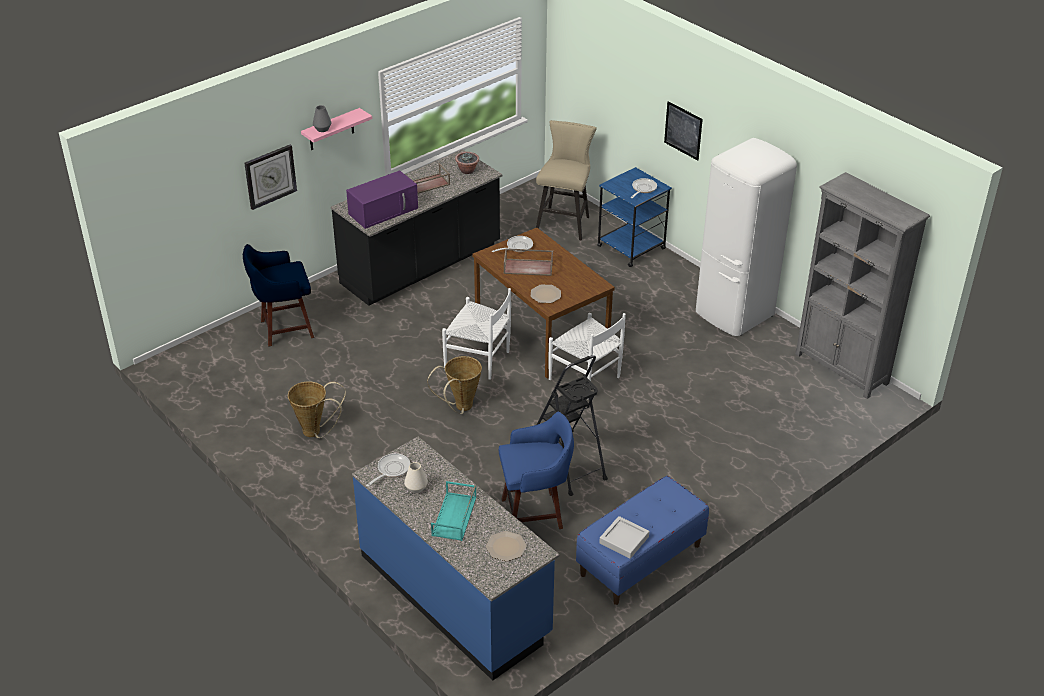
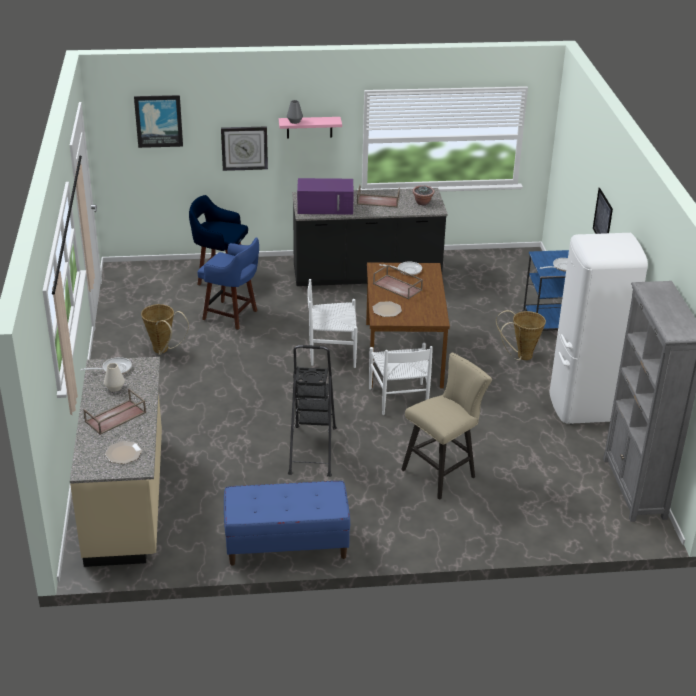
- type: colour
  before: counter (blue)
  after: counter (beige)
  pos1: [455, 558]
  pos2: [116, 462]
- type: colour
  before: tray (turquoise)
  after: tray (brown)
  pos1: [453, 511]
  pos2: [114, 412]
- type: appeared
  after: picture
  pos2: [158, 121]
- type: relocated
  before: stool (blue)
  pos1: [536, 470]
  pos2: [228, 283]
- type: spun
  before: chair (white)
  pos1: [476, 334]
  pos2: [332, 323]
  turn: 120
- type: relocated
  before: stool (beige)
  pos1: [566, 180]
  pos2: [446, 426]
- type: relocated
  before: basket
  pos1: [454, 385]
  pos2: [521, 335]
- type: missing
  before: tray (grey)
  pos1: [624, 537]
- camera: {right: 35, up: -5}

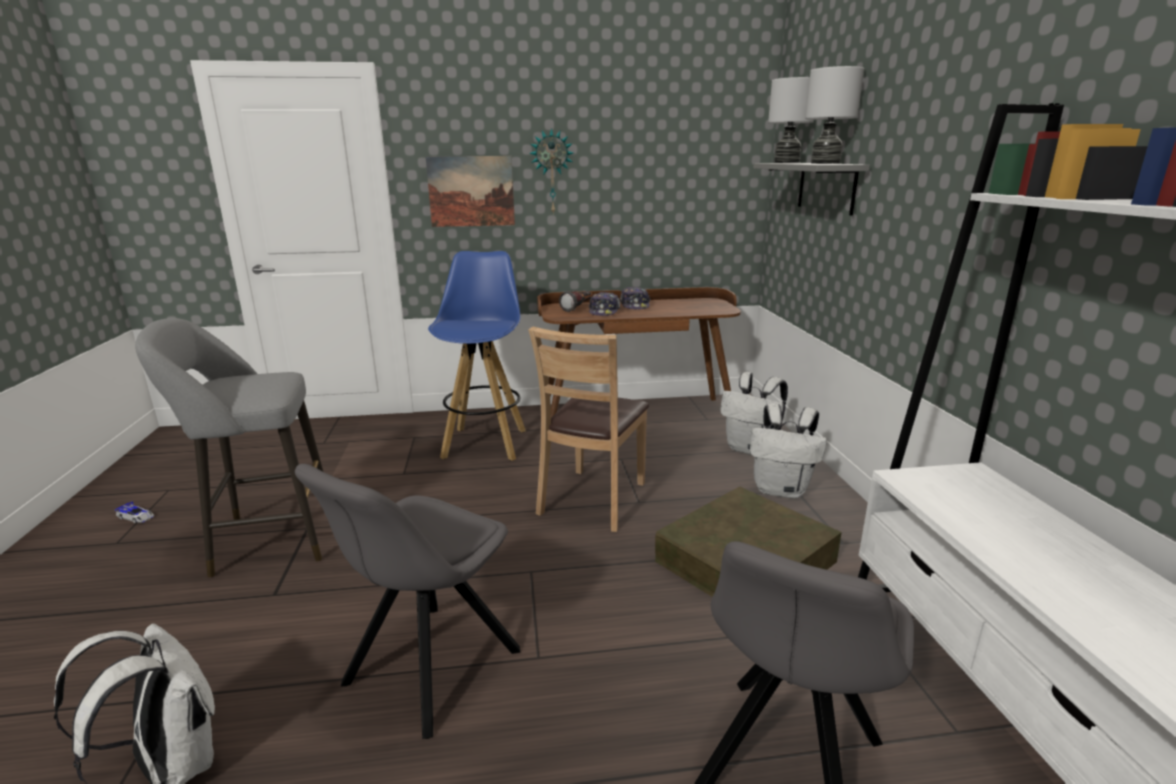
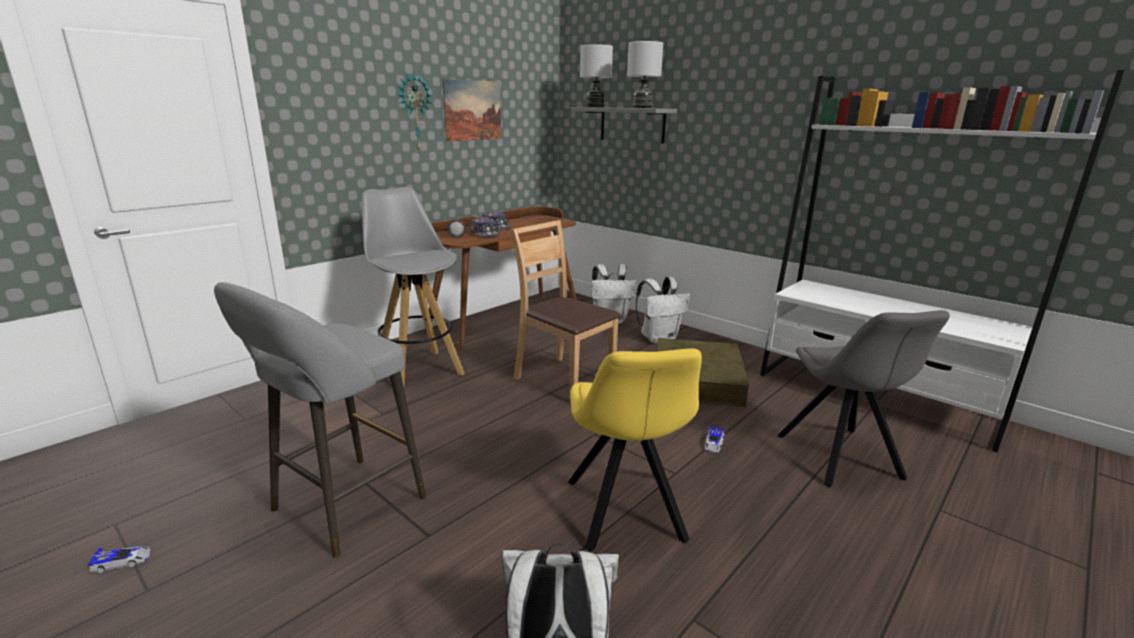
- type: colour
  before: stool (blue)
  after: stool (grey)
  pos1: [477, 356]
  pos2: [413, 286]
- type: relocated
  before: picture
  pos1: [470, 191]
  pos2: [471, 110]
- type: spun
  before: chair (brown)
  pos1: [588, 429]
  pos2: [565, 311]
  turn: 150
- type: colour
  before: chair (grey)
  after: chair (yellow)
  pos1: [407, 601]
  pos2: [635, 450]
- type: appeared
  after: toy car
  pos2: [714, 440]
- camera: {right: -40, up: 0}

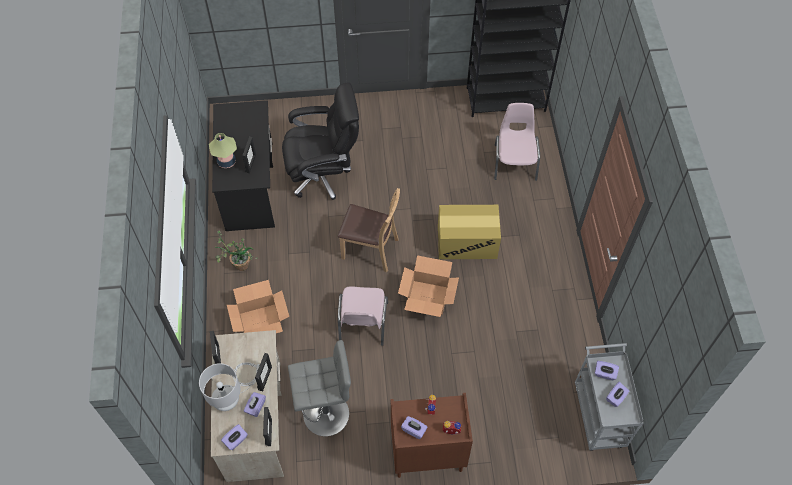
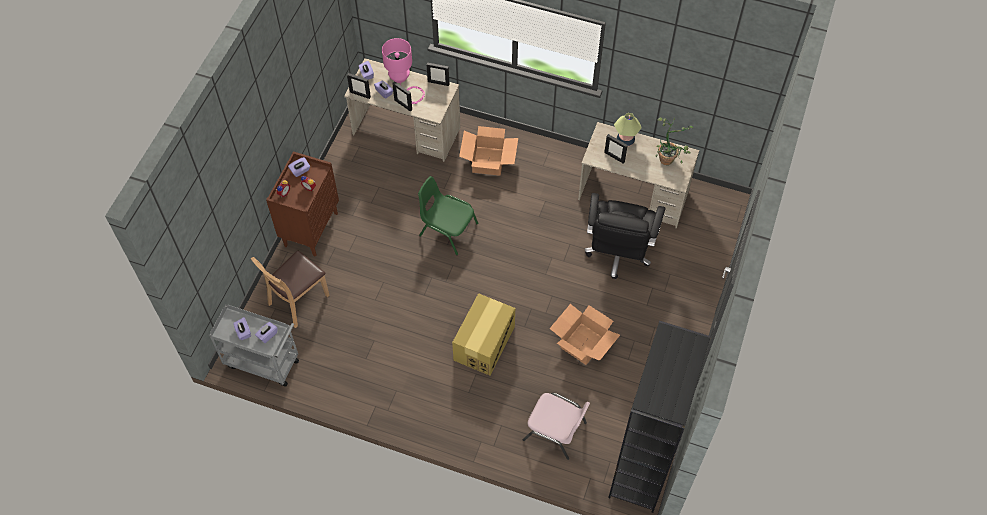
- type: relocated
  before: chair (brown)
  pos1: [369, 230]
  pos2: [290, 289]
- type: colour
  before: table lamp (white)
  after: table lamp (pink)
  pos1: [229, 387]
  pos2: [403, 71]
- type: colour
  before: chair (pink)
  after: chair (green)
  pos1: [363, 316]
  pos2: [448, 215]
- type: relocated
  before: cardboard box
  pos1: [428, 286]
  pos2: [585, 334]
- type: colour
  before: desk (black)
  after: desk (beige)
  pos1: [243, 165]
  pos2: [638, 175]
- type: relocated
  before: potted plant
  pos1: [237, 251]
  pos2: [674, 141]
- type: missing
  before: stool (grey)
  pos1: [319, 388]
- camera: {right: 115, up: 0}

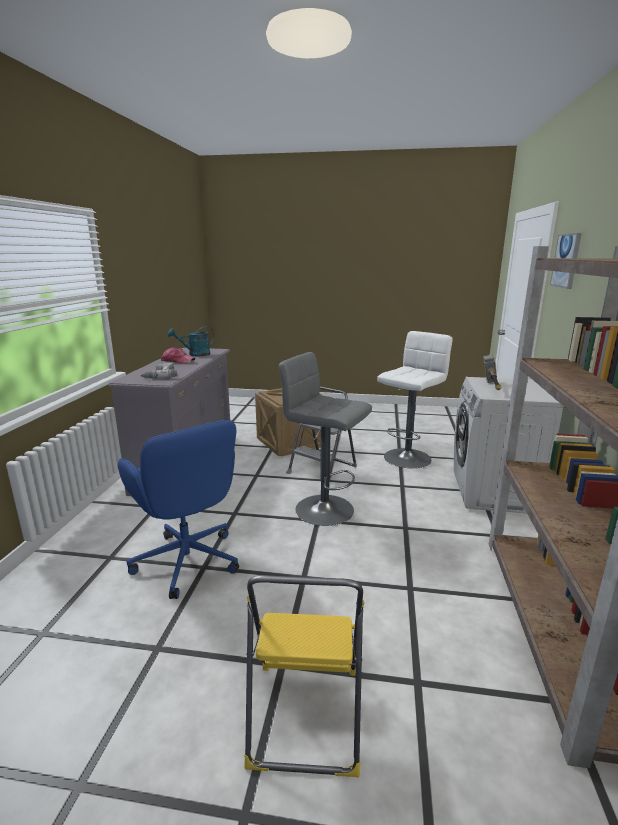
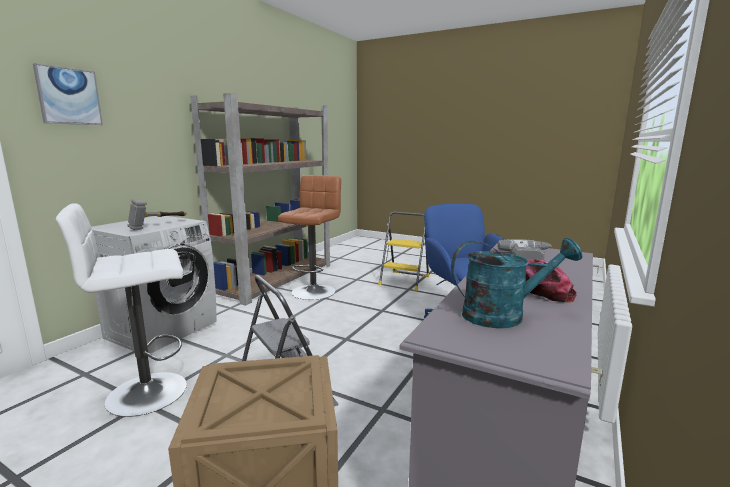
- type: appeared
  after: stool (brown)
  pos2: [309, 237]
- type: missing
  before: stool (grey)
  pos1: [325, 439]
- camera: {right: -160, up: -5}

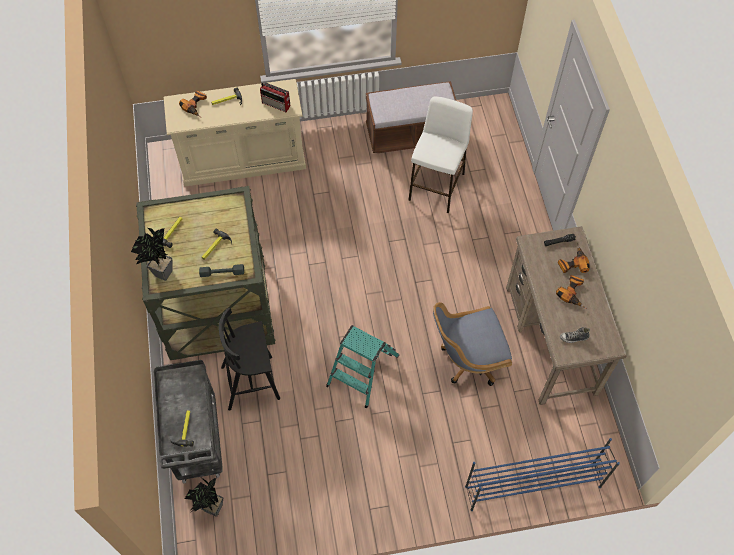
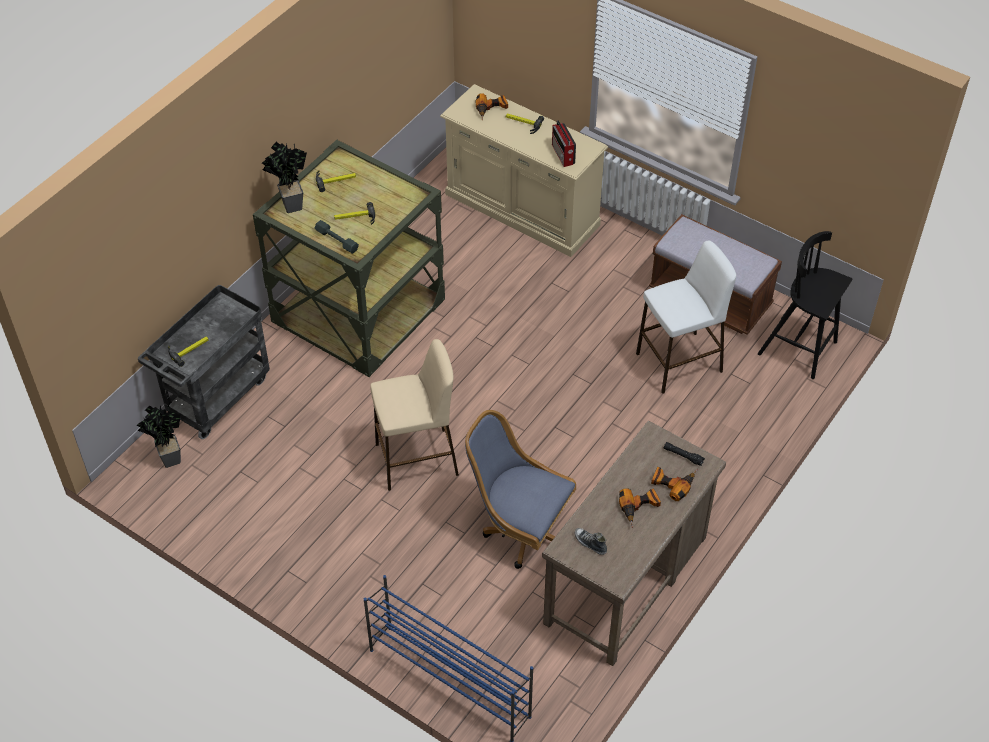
- type: exchanged
  before: step ladder (turquoise)
  after: stool (beige)
  pos1: [363, 366]
  pos2: [414, 415]
- type: relocated
  before: stool (black)
  pos1: [249, 359]
  pos2: [805, 305]
- camera: {right: 45, up: -10}

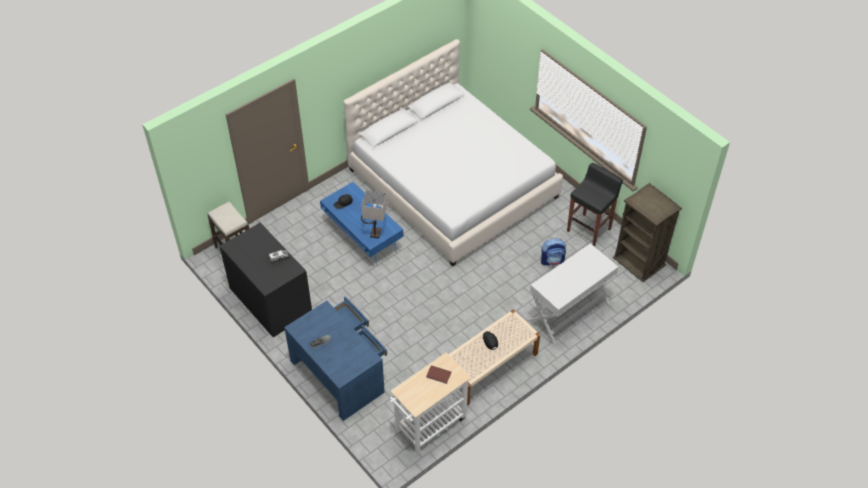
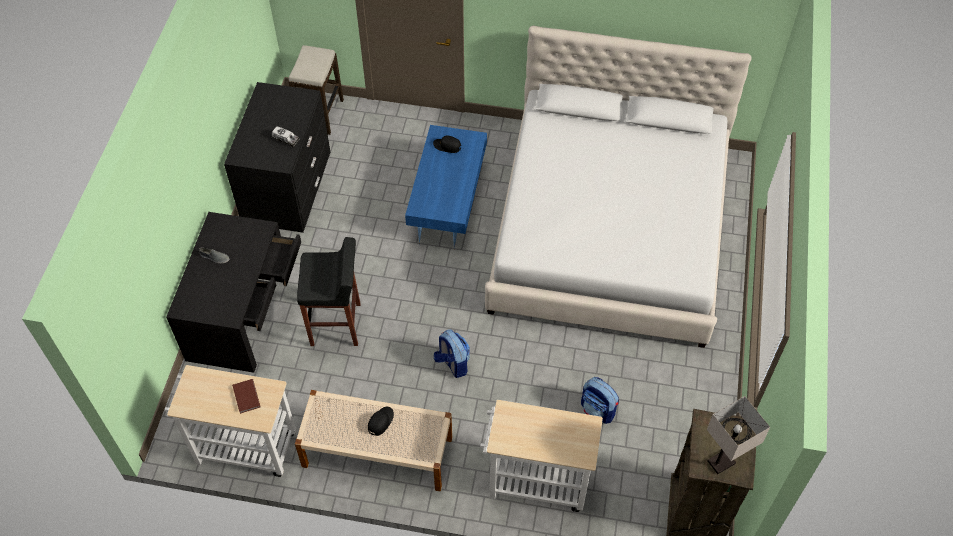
- type: colour
  before: desk (blue)
  after: desk (black)
  pos1: [335, 358]
  pos2: [233, 292]
- type: relocated
  before: stool (black)
  pos1: [595, 205]
  pos2: [329, 291]
- type: appeared
  after: backpack
  pos2: [452, 353]
- type: exchanged
  before: console table (white)
  after: cart (white)
  pos1: [573, 293]
  pos2: [541, 456]
- type: relocated
  before: table lamp
  pos1: [374, 214]
  pos2: [738, 435]
- camera: {right: 50, up: 5}

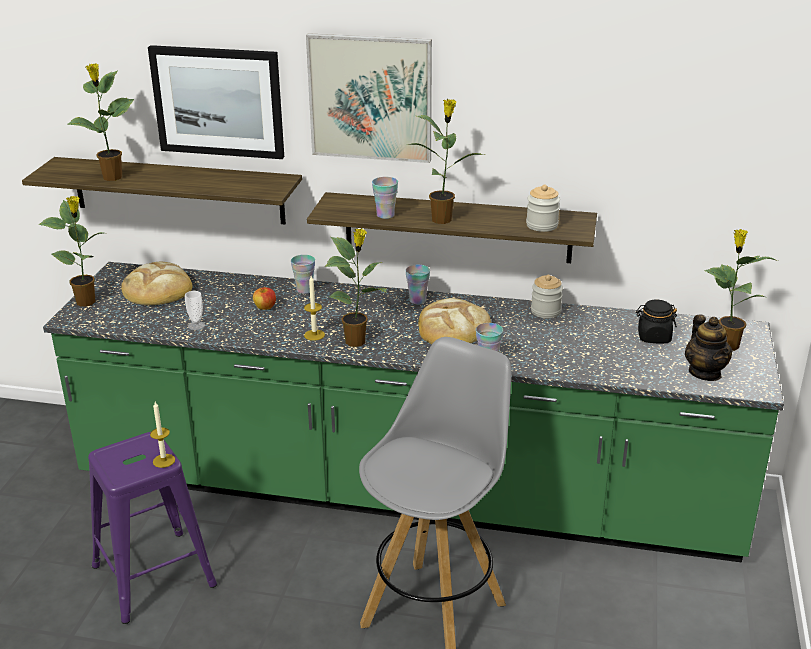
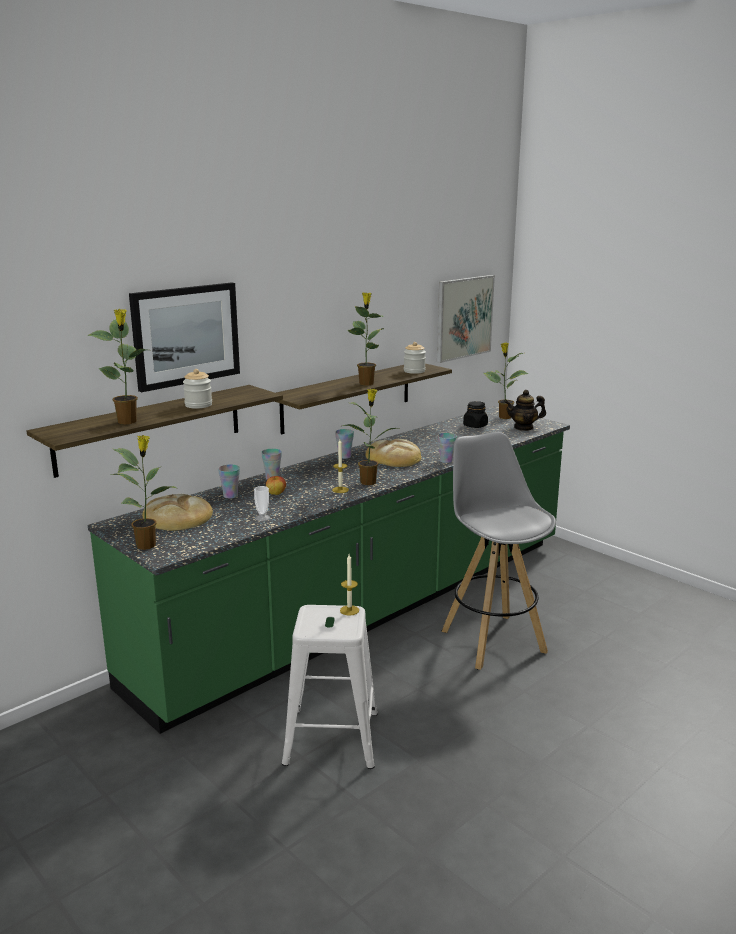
- type: relocated
  before: jar
  pos1: [547, 296]
  pos2: [197, 389]
- type: relocated
  before: cup
  pos1: [385, 198]
  pos2: [229, 481]
- type: colour
  before: stool (purple)
  after: stool (white)
  pos1: [152, 528]
  pos2: [330, 687]
- type: relocated
  before: picture
  pos1: [369, 98]
  pos2: [466, 319]
- type: spun
  before: teapot
  pos1: [709, 348]
  pos2: [525, 410]
  turn: 150
- camera: {right: -55, up: -10}

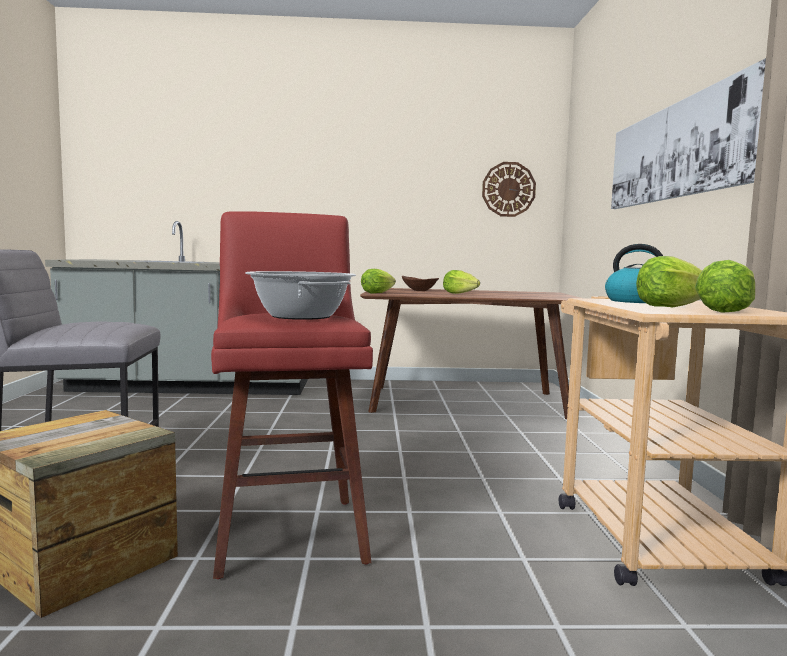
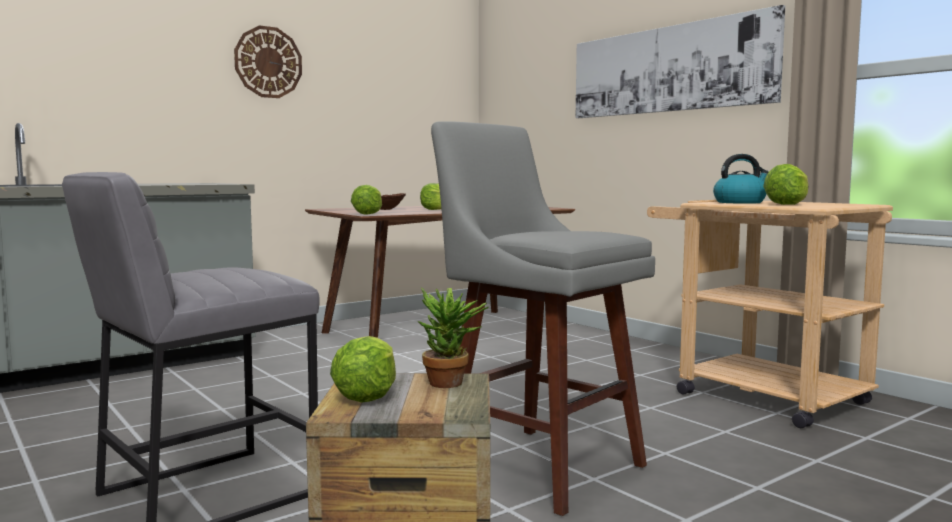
- type: relocated
  before: wall clock
  pos1: [509, 189]
  pos2: [268, 61]
- type: relocated
  before: lettuce
  pos1: [725, 286]
  pos2: [363, 369]
- type: appeared
  after: potted plant
  pos2: [453, 338]
- type: colour
  before: stool (red)
  after: stool (grey)
  pos1: [292, 395]
  pos2: [543, 318]
- type: missing
  before: cooking pot
  pos1: [300, 295]
- camera: {right: -35, up: 0}

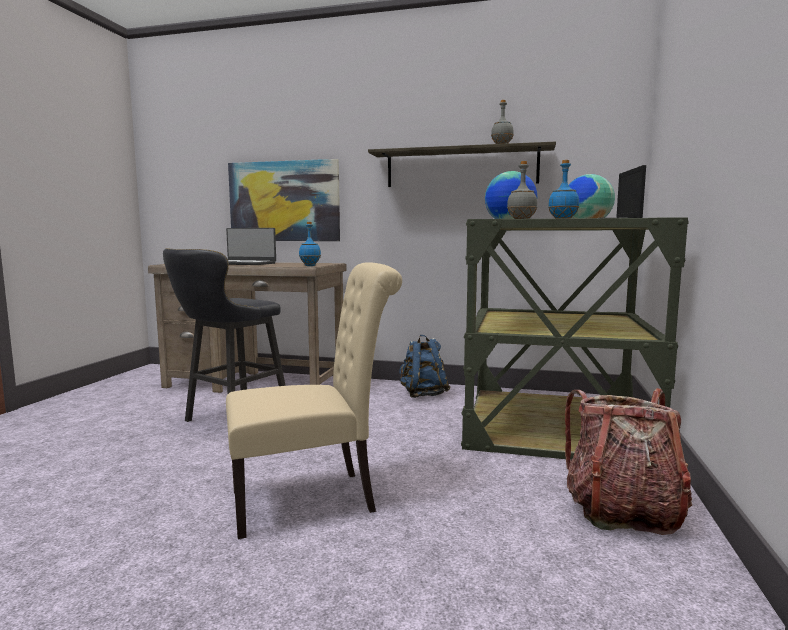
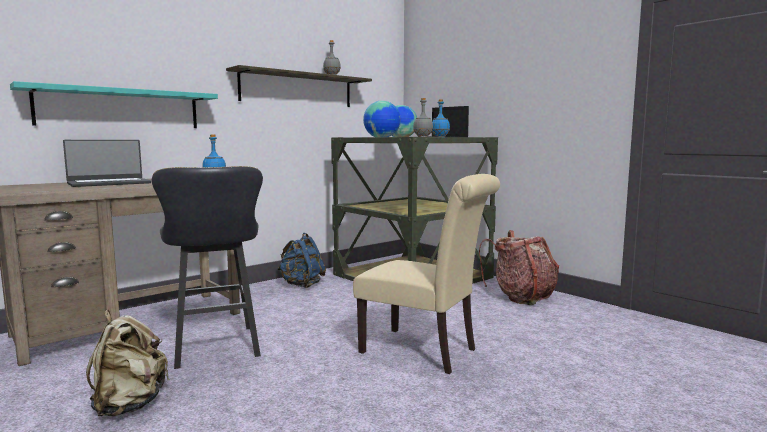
- type: exchanged
  before: picture
  after: shelf (turquoise)
  pos1: [284, 200]
  pos2: [114, 104]
- type: appeared
  after: backpack (beige)
  pos2: [127, 363]
- type: spun
  before: chair (beige)
  pos1: [314, 400]
  pos2: [426, 274]
  turn: 105
- camera: {right: -55, up: 0}

